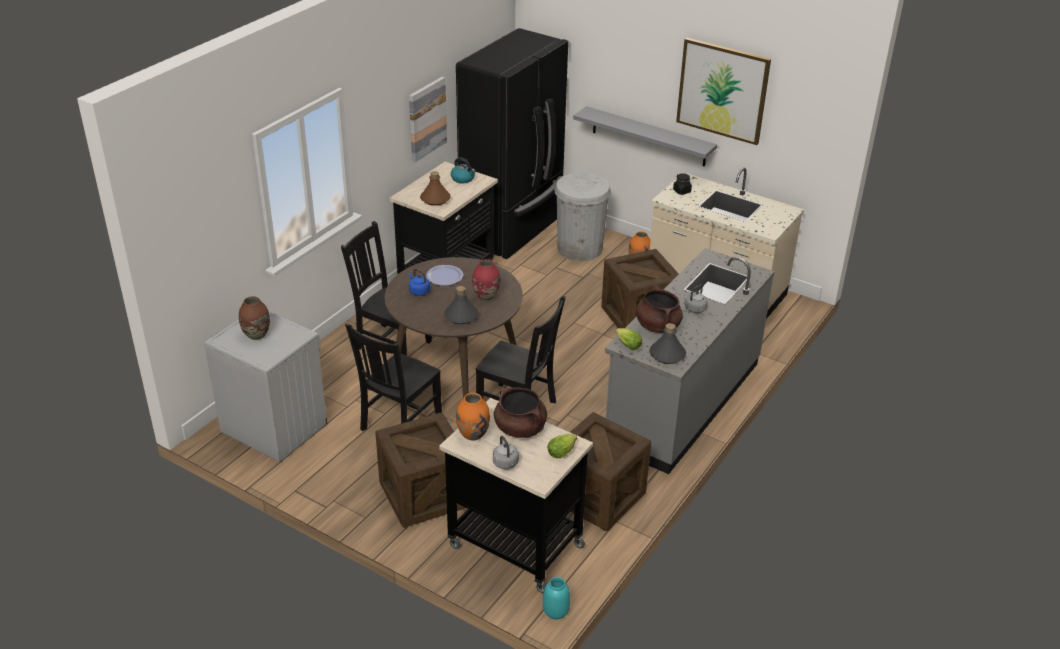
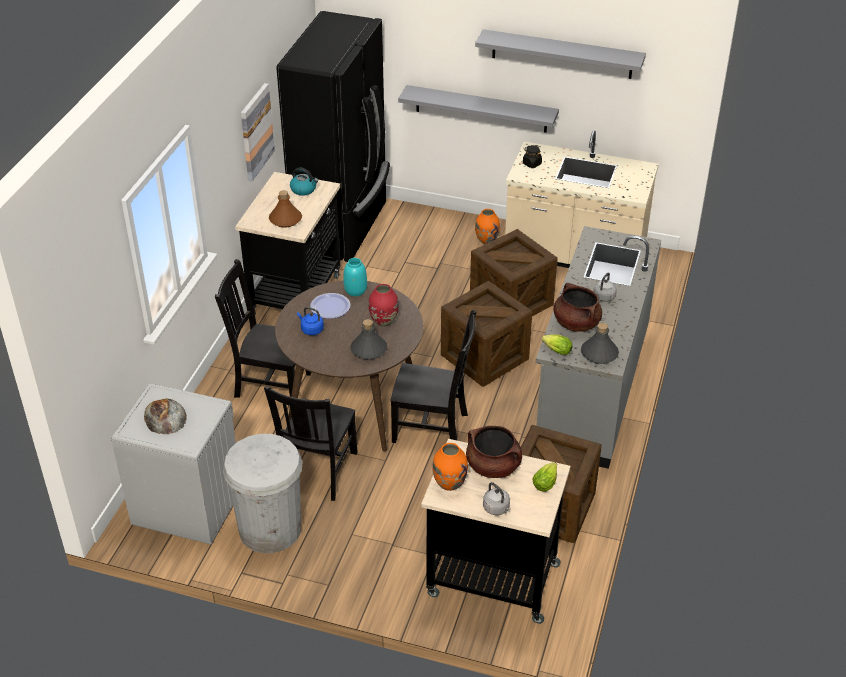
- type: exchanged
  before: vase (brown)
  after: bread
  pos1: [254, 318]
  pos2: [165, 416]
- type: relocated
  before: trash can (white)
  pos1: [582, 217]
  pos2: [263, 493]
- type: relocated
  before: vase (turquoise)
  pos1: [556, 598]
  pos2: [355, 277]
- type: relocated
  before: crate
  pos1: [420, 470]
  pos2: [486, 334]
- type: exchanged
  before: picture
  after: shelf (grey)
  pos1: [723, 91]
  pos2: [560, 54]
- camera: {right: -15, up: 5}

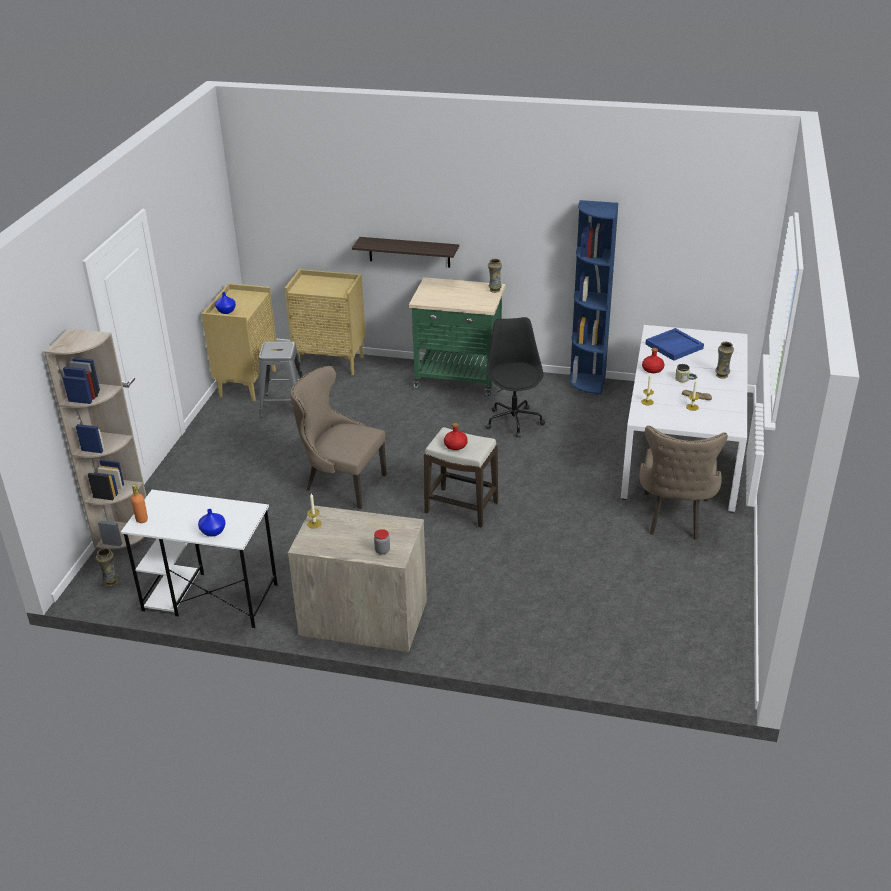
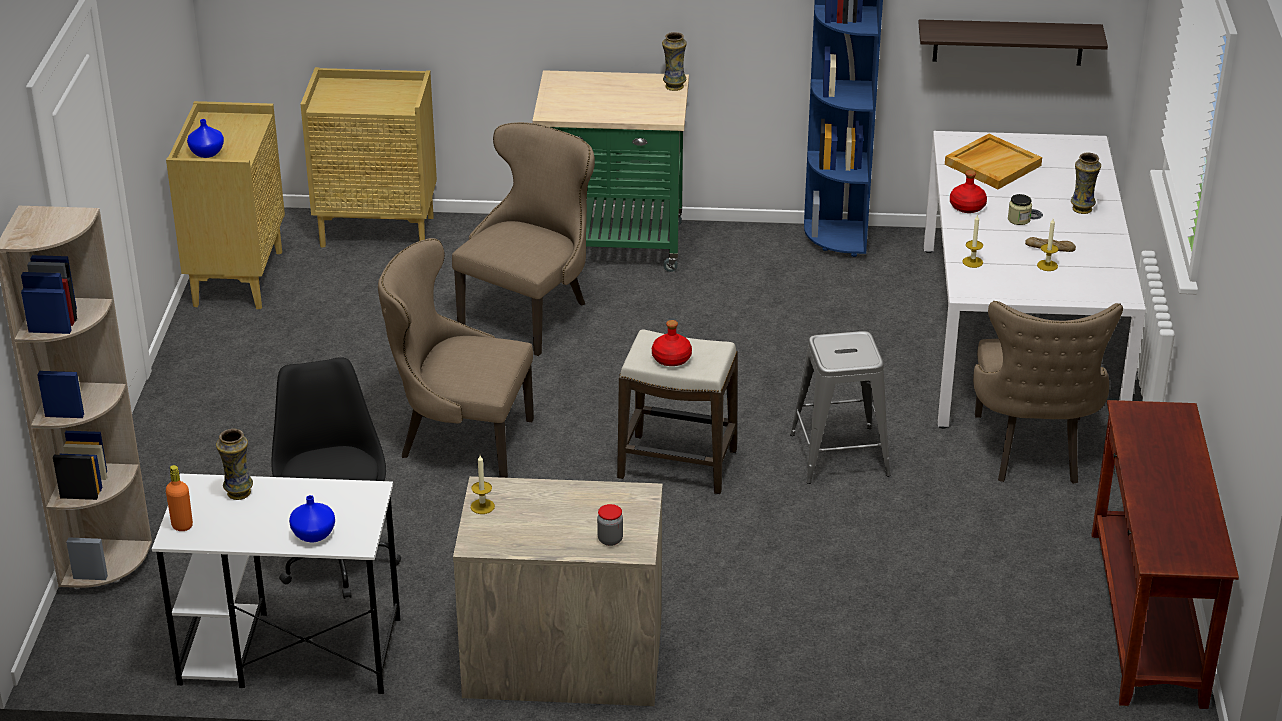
- type: relocated
  before: vase
  pos1: [107, 567]
  pos2: [234, 464]
- type: relocated
  before: office chair (black)
  pos1: [515, 377]
  pos2: [336, 478]
- type: appeared
  after: chair (beige)
  pos2: [523, 239]
- type: relocated
  before: stool (grey)
  pos1: [281, 379]
  pos2: [840, 407]
- type: relocated
  before: shelf
  pos1: [405, 252]
  pos2: [1013, 42]
- type: colour
  before: tray (blue)
  after: tray (beige)
  pos1: [674, 344]
  pos2: [993, 161]
- type: appeared
  after: console table (brown)
  pos2: [1165, 554]
- camera: {right: -10, up: 0}

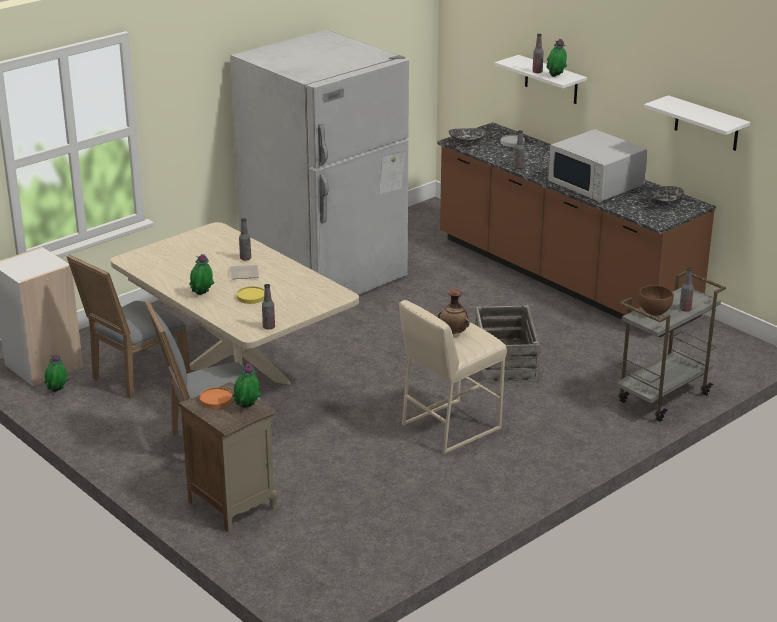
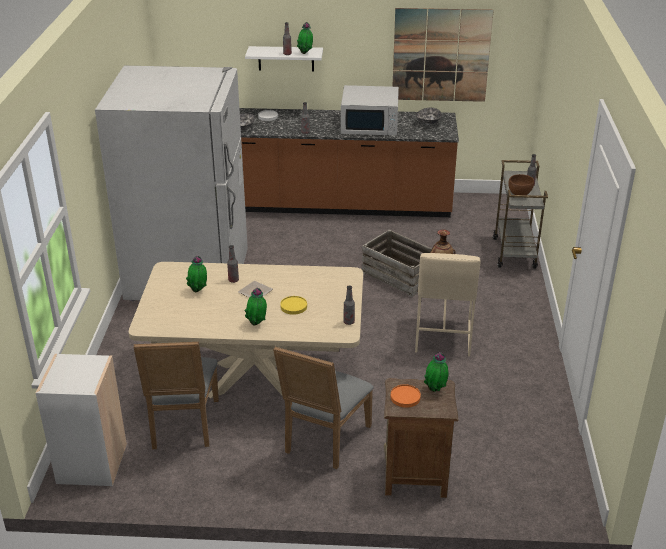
- type: relocated
  before: potted plant
  pos1: [56, 373]
  pos2: [196, 274]
- type: exchanged
  before: shelf (white)
  after: picture
  pos1: [697, 123]
  pos2: [443, 55]
- camera: {right: -45, up: 5}

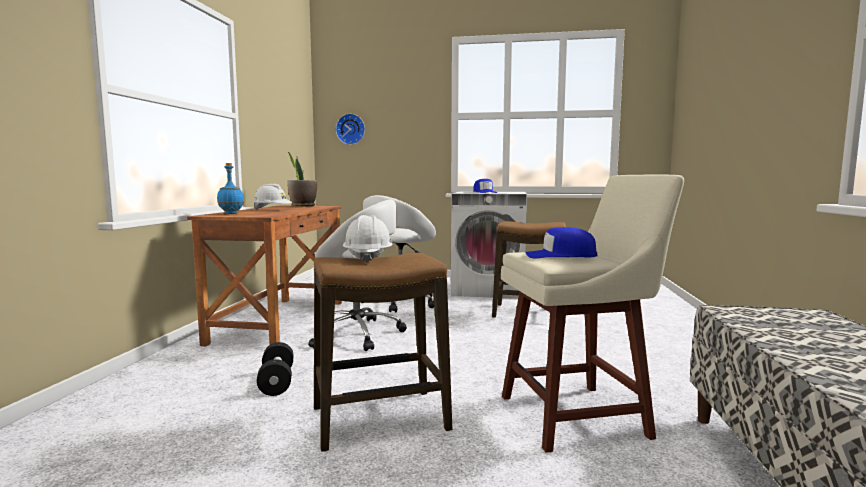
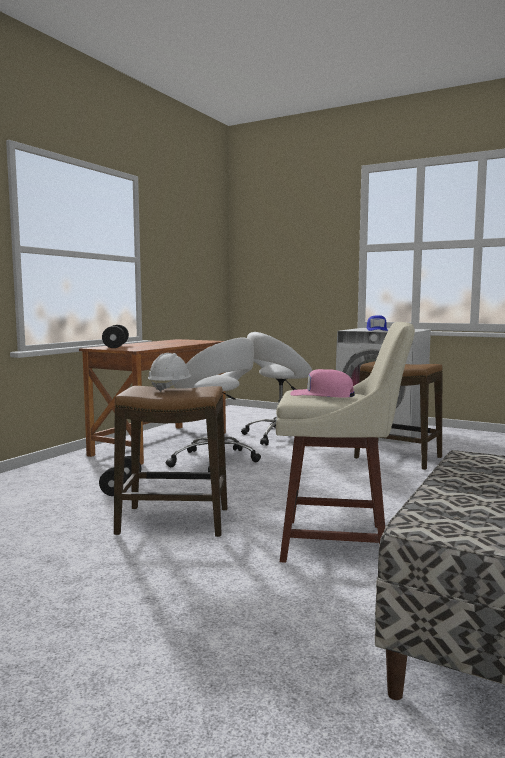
- type: exchanged
  before: bottle (blue)
  after: dumbbell (black)
  pos1: [230, 188]
  pos2: [115, 336]
- type: colour
  before: cap (blue)
  after: cap (pink)
  pos1: [561, 242]
  pos2: [322, 383]
- type: missing
  before: hard hat (white)
  pos1: [272, 197]
- type: missing
  before: potted plant
  pos1: [302, 179]
- type: missing
  before: wall clock
  pos1: [350, 129]
- camera: {right: 20, up: 0}

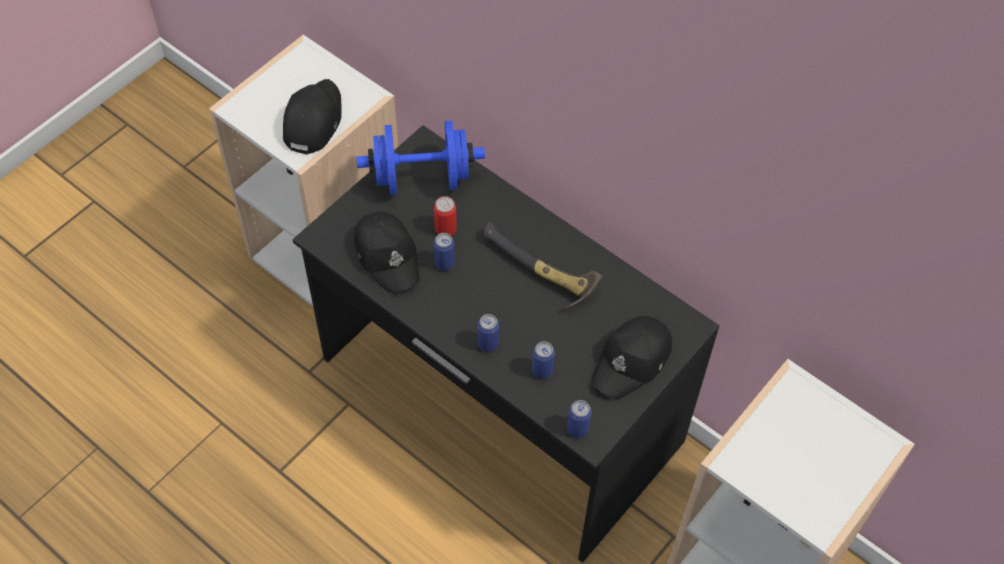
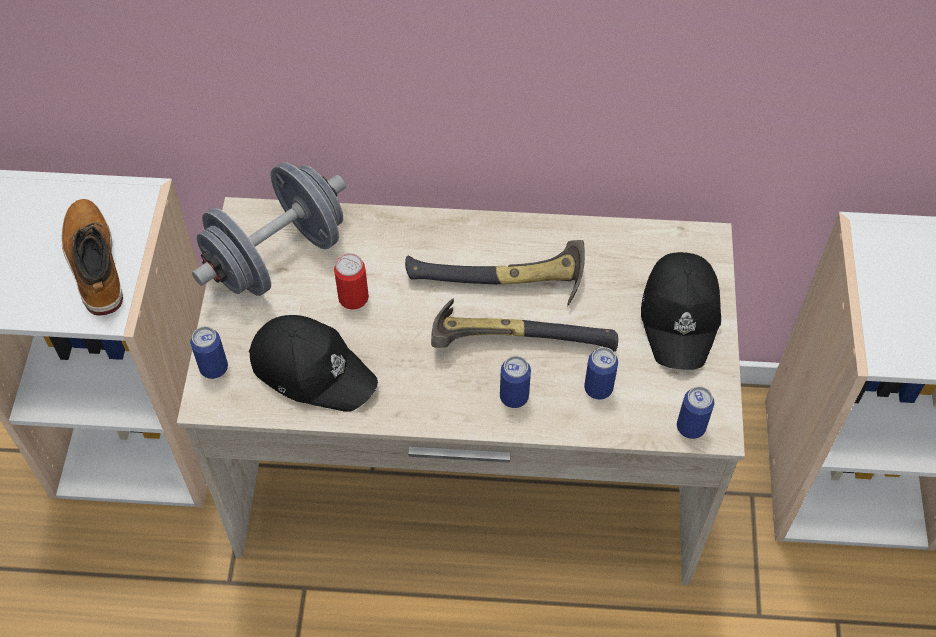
- type: exchanged
  before: cap (black)
  after: boot
  pos1: [312, 117]
  pos2: [92, 257]
- type: colour
  before: desk (black)
  after: desk (beige)
  pos1: [506, 344]
  pos2: [461, 391]
- type: relocated
  before: can
  pos1: [444, 252]
  pos2: [209, 352]
- type: colour
  before: dumbbell (blue)
  after: dumbbell (grey)
  pos1: [421, 158]
  pos2: [269, 229]
- type: appeared
  after: hammer
  pos2: [524, 325]
- camera: {right: -35, up: 0}

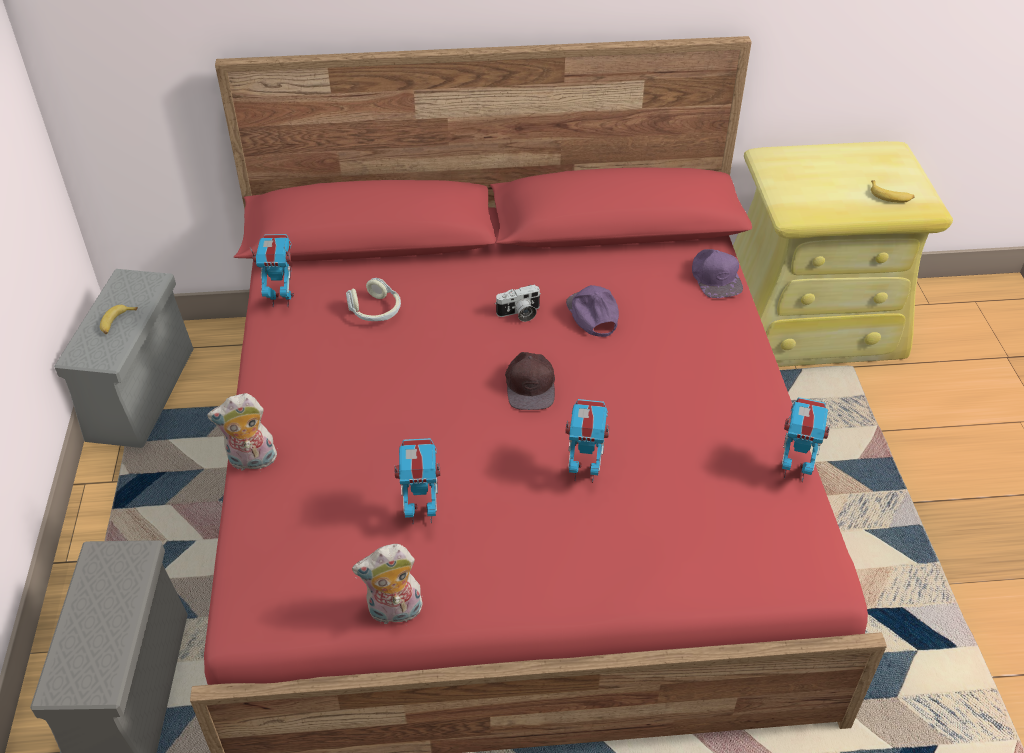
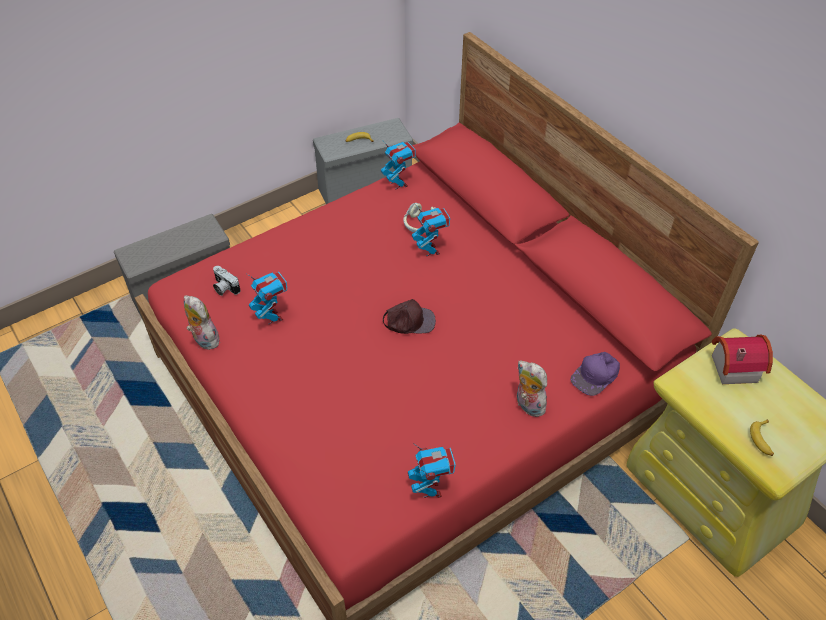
- type: relocated
  before: photo camera
  pos1: [518, 303]
  pos2: [227, 281]
- type: spun
  before: cap (brown)
  pos1: [530, 381]
  pos2: [409, 316]
  turn: -150
- type: relocated
  before: toy robot
  pos1: [587, 441]
  pos2: [431, 232]
- type: relocated
  before: plush toy
  pos1: [242, 432]
  pos2: [532, 389]
- type: appeared
  after: toy house
  pos2: [742, 359]
- type: missing
  before: cap (purple)
  pos1: [592, 311]
- camera: {right: 60, up: 5}

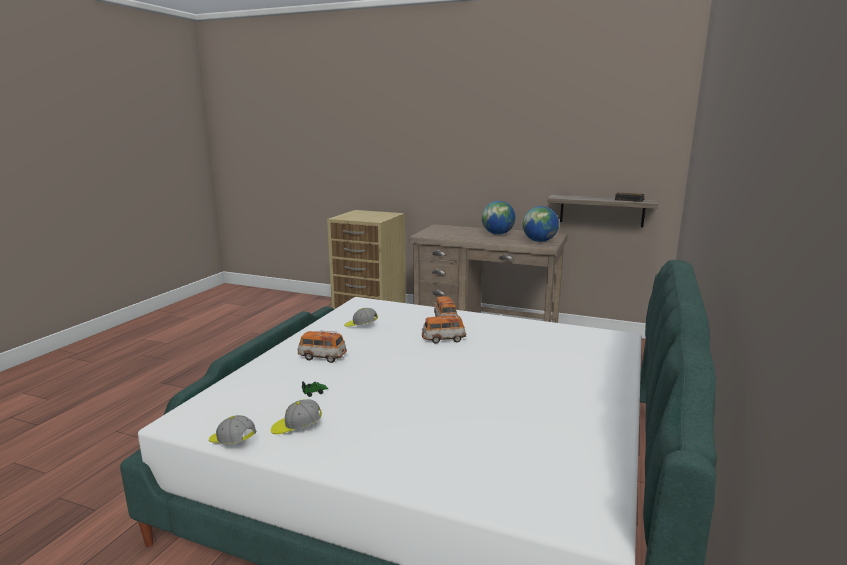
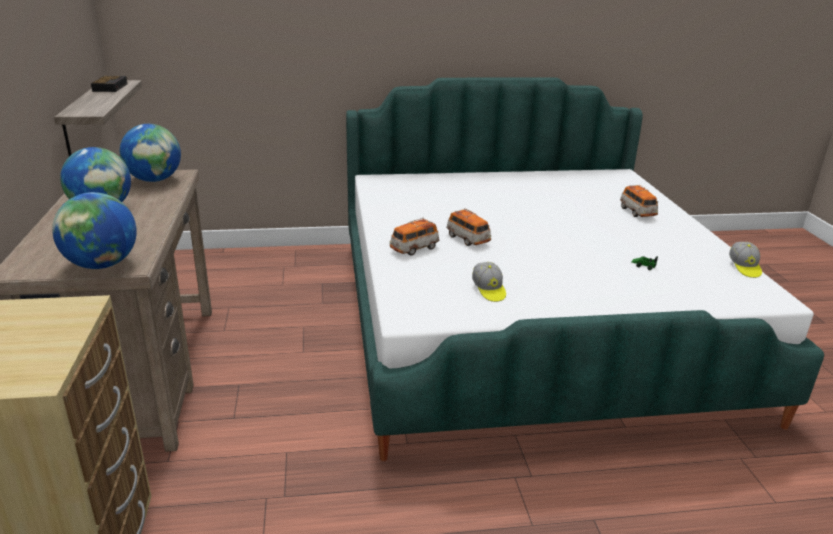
- type: appeared
  after: globe
  pos2: [94, 230]
- type: relocated
  before: toy car
  pos1: [322, 347]
  pos2: [639, 200]
- type: missing
  before: cap
  pos1: [296, 416]
- camera: {right: -120, up: 10}

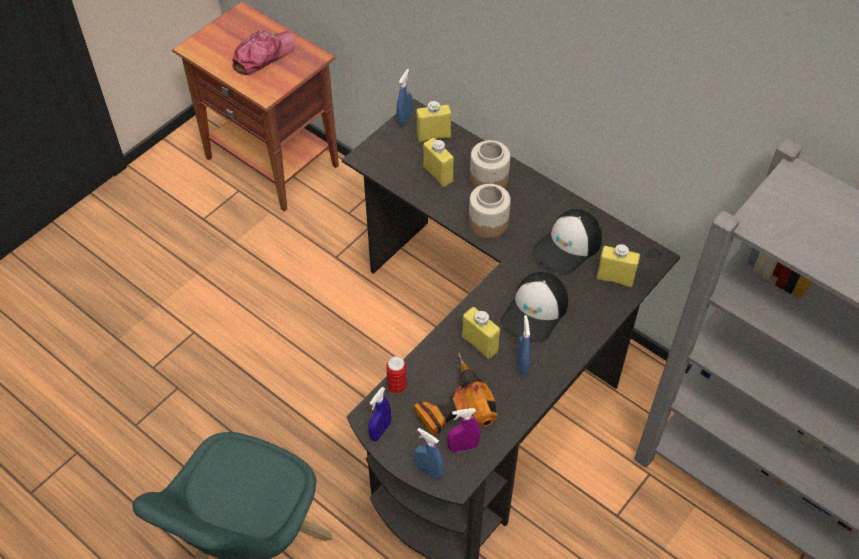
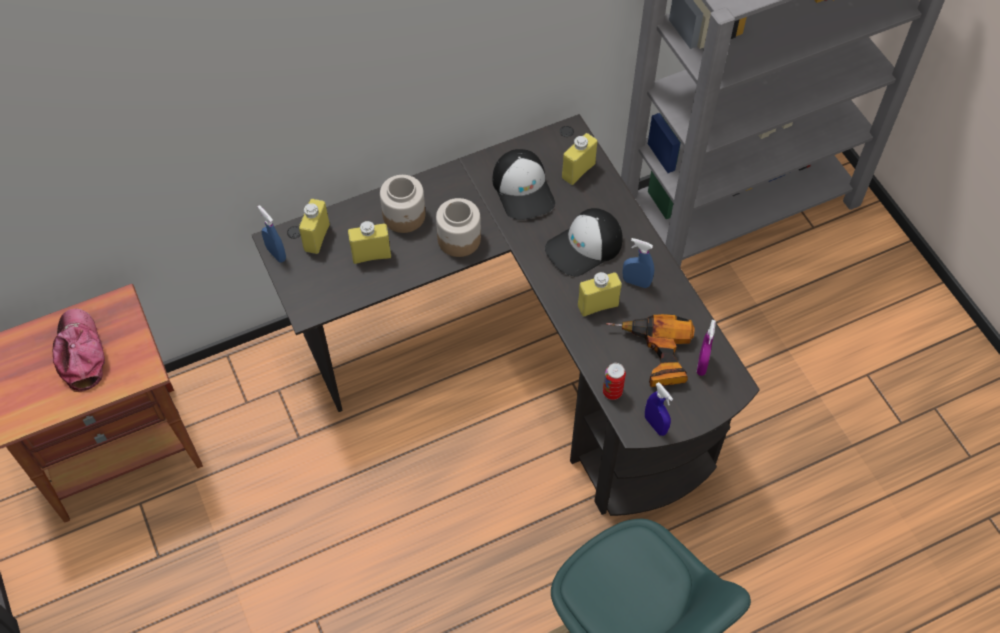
- type: spun
  before: cap
  pos1: [534, 307]
  pos2: [584, 242]
  turn: 90
- type: missing
  before: spray bottle (blue)
  pos1: [429, 453]
- camera: {right: -65, up: 5}

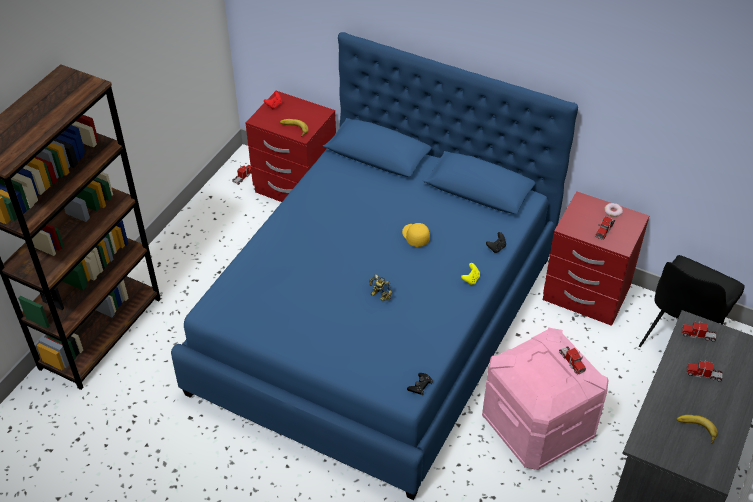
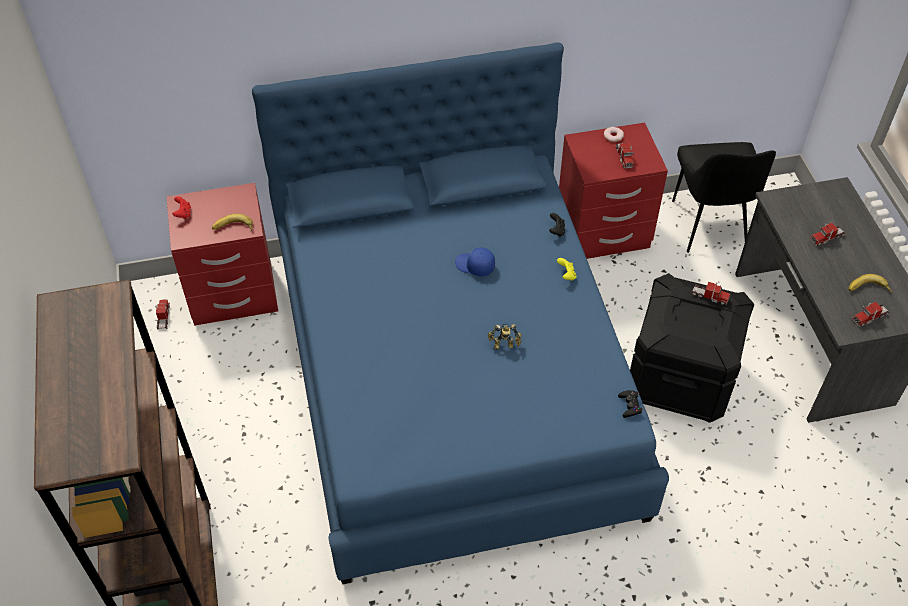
- type: colour
  before: cap (yellow)
  after: cap (blue)
  pos1: [416, 235]
  pos2: [475, 262]
- type: colour
  before: storage box (pink)
  after: storage box (black)
  pos1: [545, 398]
  pos2: [692, 348]
- type: relocated
  before: toy truck
  pos1: [699, 331]
  pos2: [870, 314]
- camera: {right: -40, up: 5}

